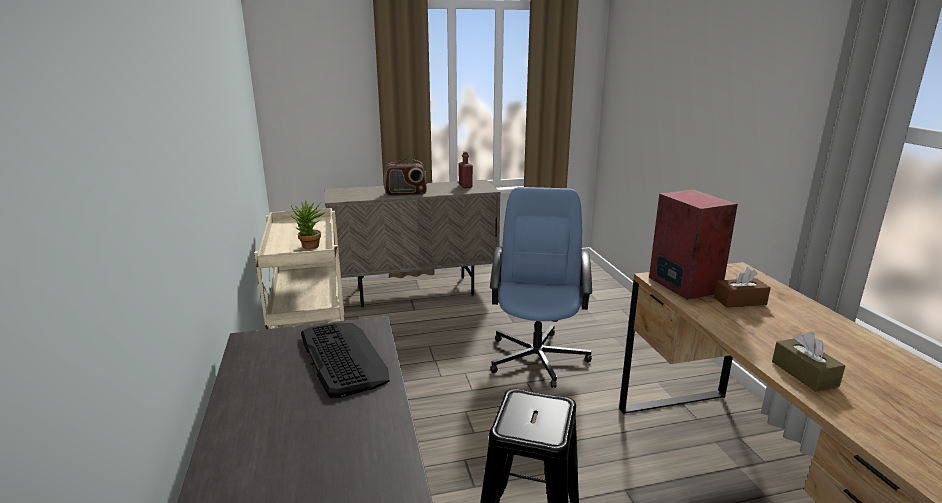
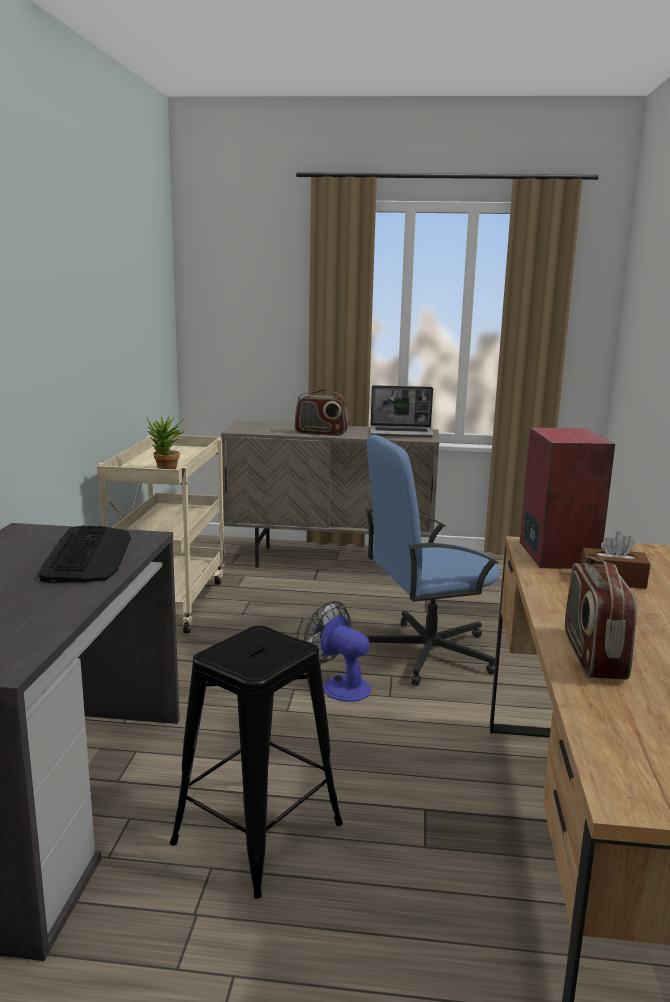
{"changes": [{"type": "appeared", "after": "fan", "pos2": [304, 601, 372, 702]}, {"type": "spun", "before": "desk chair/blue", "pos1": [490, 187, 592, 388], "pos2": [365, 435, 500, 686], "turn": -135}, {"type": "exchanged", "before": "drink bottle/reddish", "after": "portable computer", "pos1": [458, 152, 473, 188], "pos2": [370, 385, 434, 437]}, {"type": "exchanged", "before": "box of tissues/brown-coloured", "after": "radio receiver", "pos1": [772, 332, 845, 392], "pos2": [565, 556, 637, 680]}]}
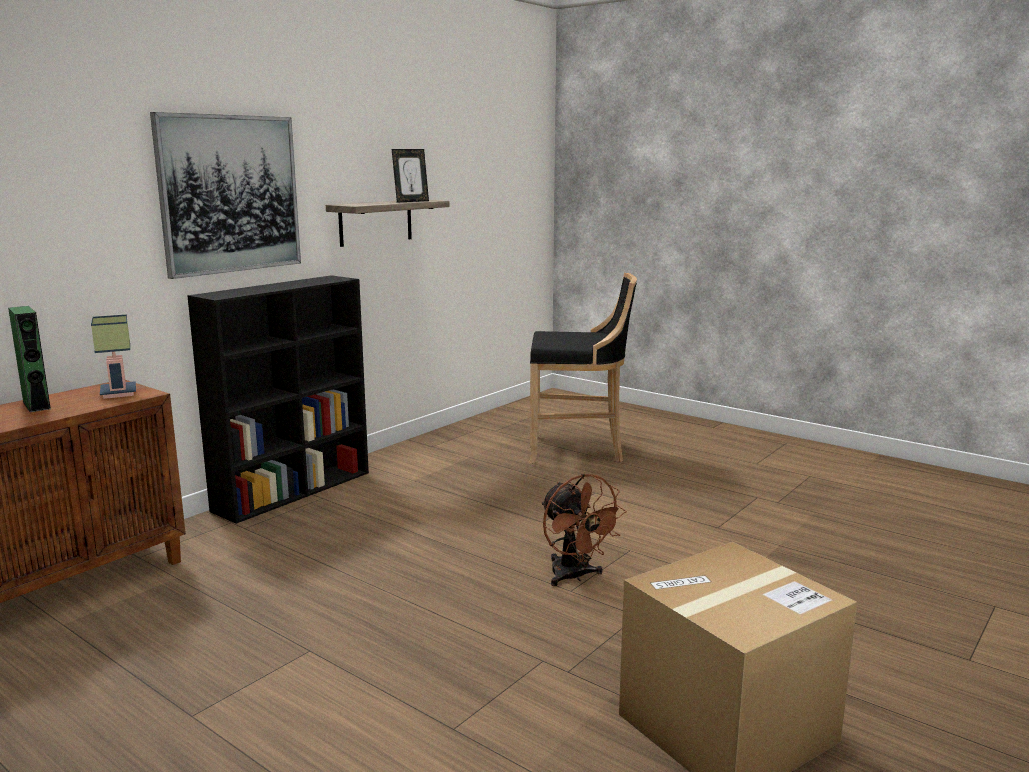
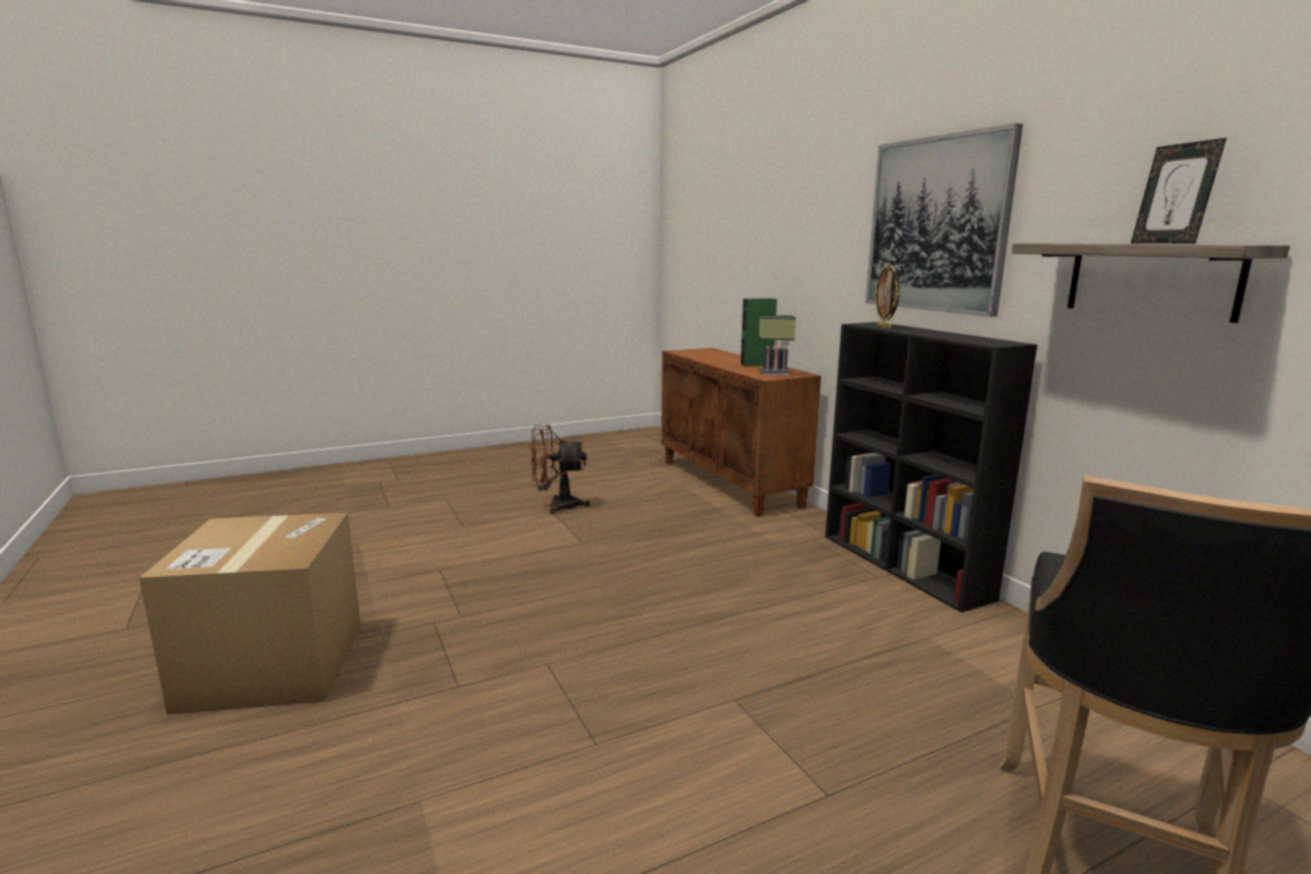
{"changes": [{"type": "relocated", "before": "fan/brown-coloured", "pos1": [541, 474, 626, 586], "pos2": [530, 425, 590, 514]}, {"type": "appeared", "after": "photo frame", "pos2": [874, 263, 900, 329]}]}
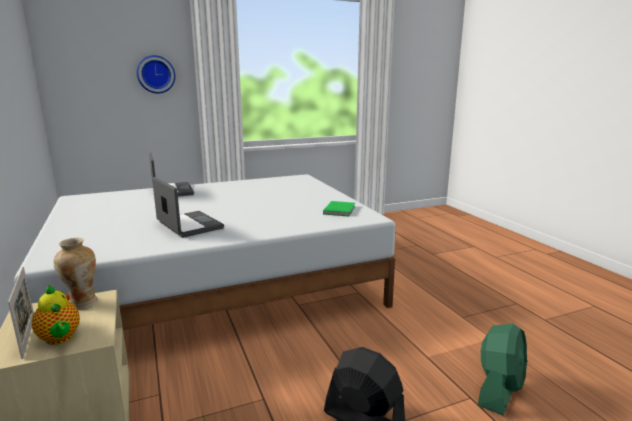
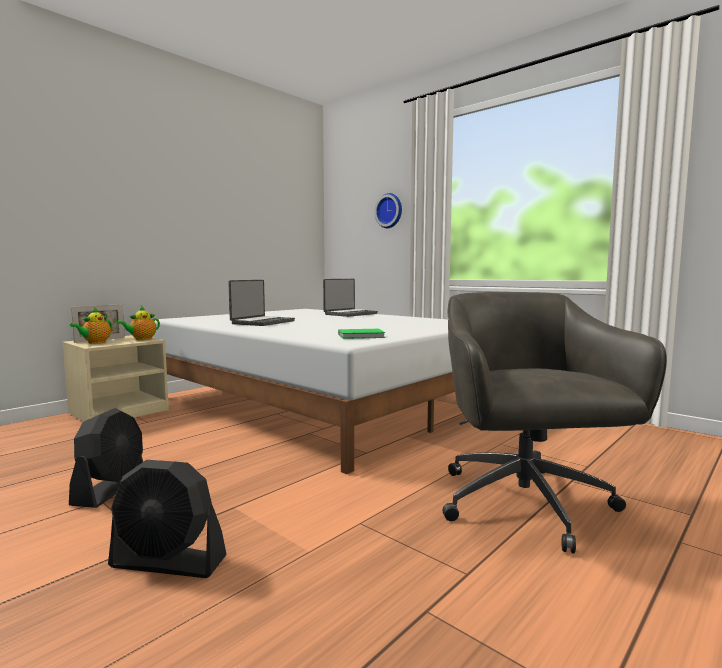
{"changes": [{"type": "colour", "before": "fan/green", "after": "fan/blackish", "pos1": [478, 324, 527, 416], "pos2": [108, 460, 227, 578]}, {"type": "exchanged", "before": "decorative vase", "after": "teapot", "pos1": [53, 238, 98, 310], "pos2": [116, 306, 160, 340]}, {"type": "appeared", "after": "desk chair/grey", "pos2": [442, 292, 667, 554]}]}
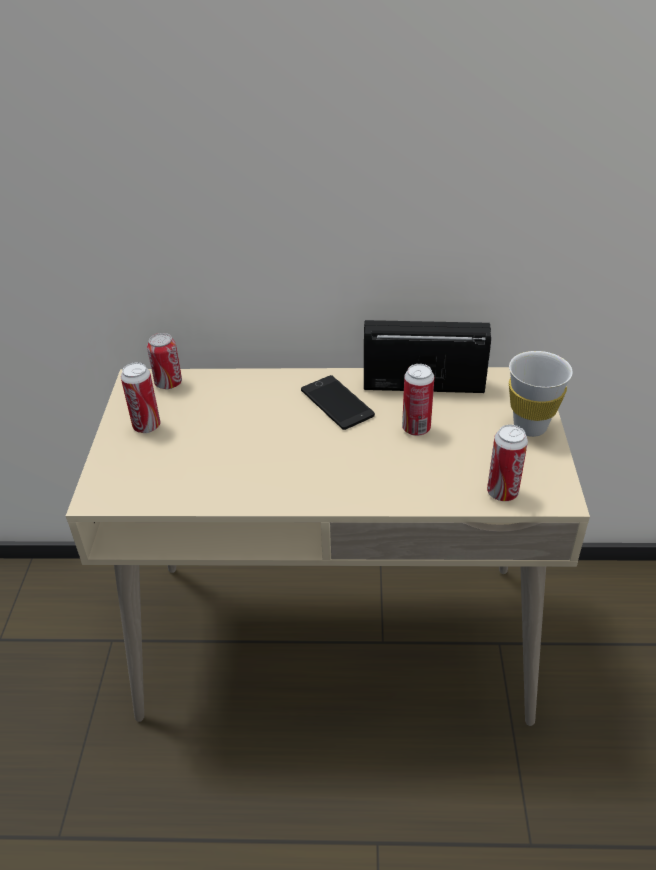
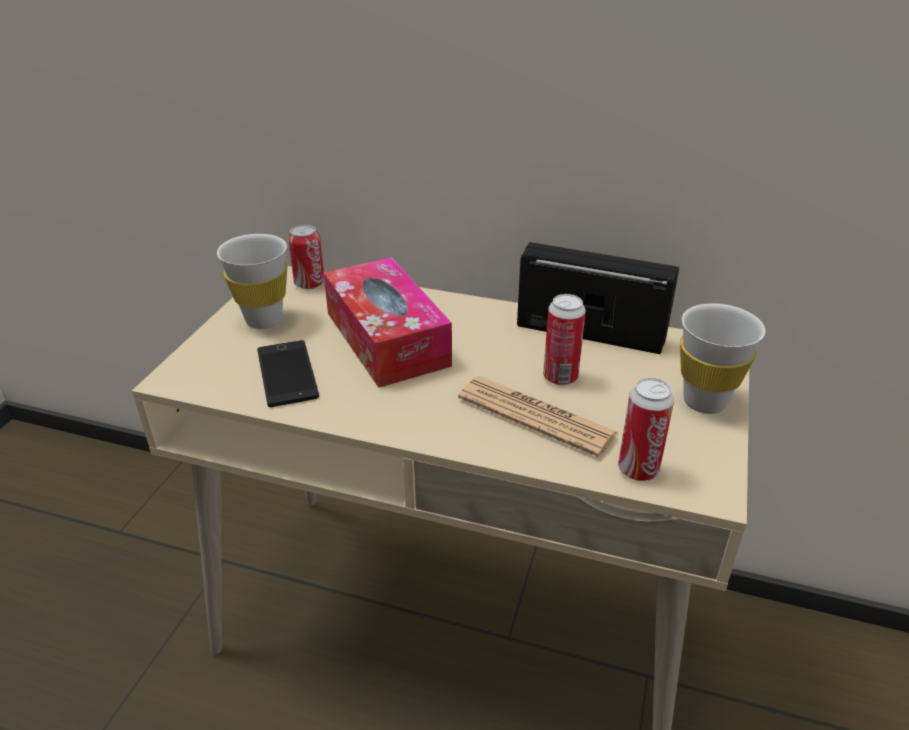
{"changes": [{"type": "exchanged", "before": "sealed can", "after": "cup/white", "pos1": [121, 362, 160, 433], "pos2": [217, 234, 287, 329]}, {"type": "relocated", "before": "telephone", "pos1": [301, 375, 375, 430], "pos2": [257, 340, 319, 407]}, {"type": "appeared", "after": "box of tissues", "pos2": [323, 257, 452, 388]}, {"type": "appeared", "after": "newspaper", "pos2": [458, 376, 619, 457]}]}
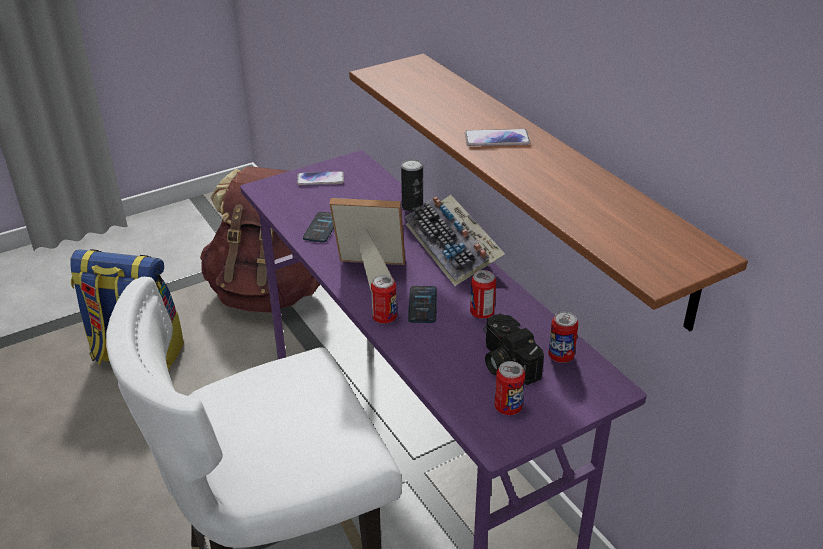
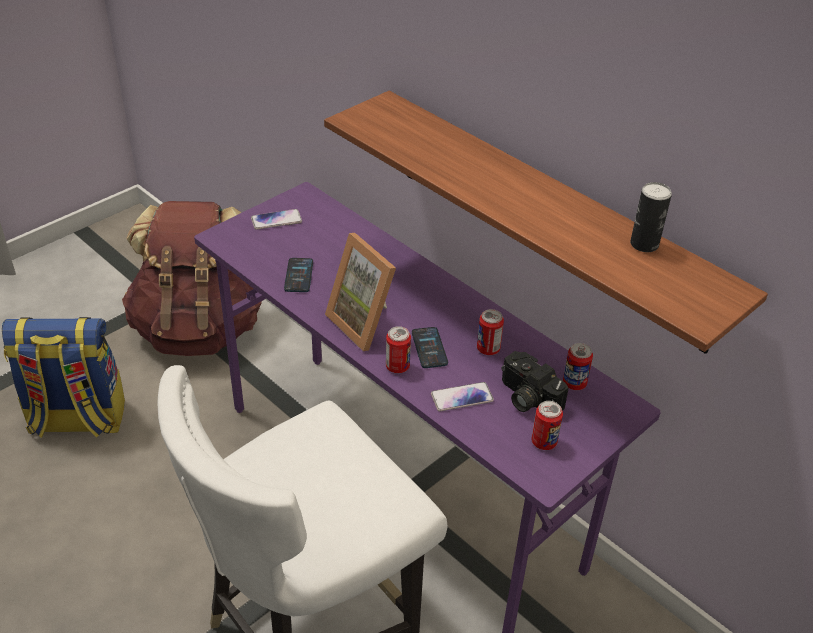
{"changes": [{"type": "spun", "before": "photo frame", "pos1": [330, 198, 405, 290], "pos2": [325, 233, 396, 351], "turn": -120}, {"type": "relocated", "before": "telephone", "pos1": [465, 129, 530, 146], "pos2": [431, 382, 494, 411]}, {"type": "relocated", "before": "sealed can", "pos1": [401, 159, 423, 212], "pos2": [630, 182, 672, 252]}, {"type": "missing", "before": "PC keyboard", "pos1": [405, 195, 505, 286]}]}
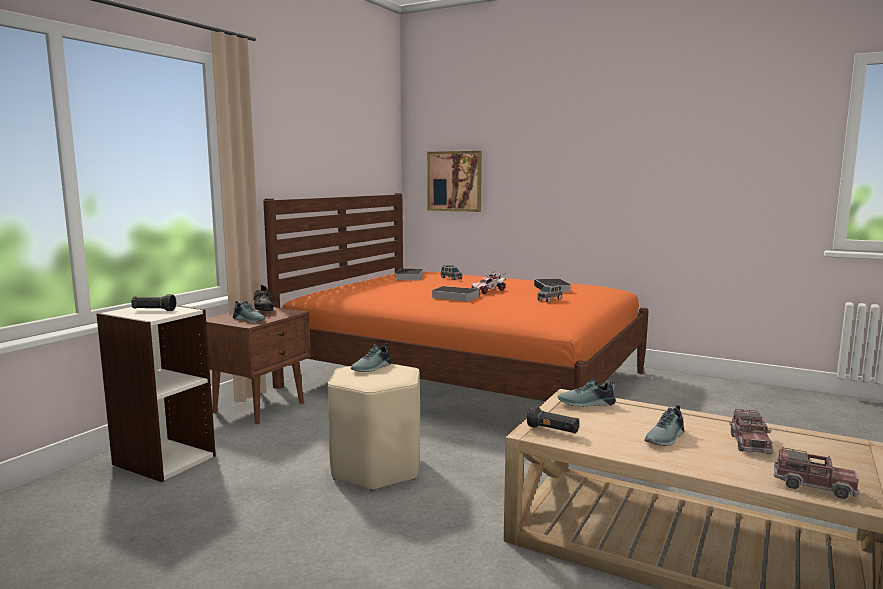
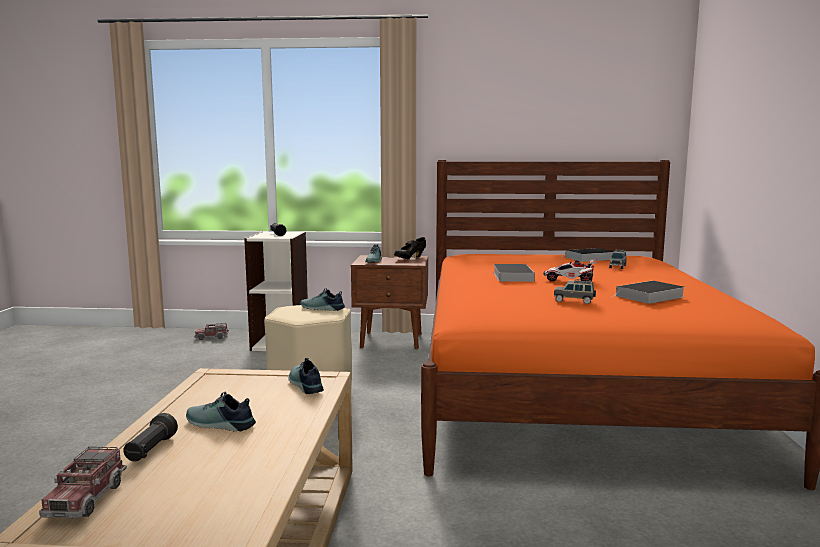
{"changes": [{"type": "relocated", "before": "torch/blackish", "pos1": [527, 406, 579, 434], "pos2": [124, 413, 178, 462]}, {"type": "relocated", "before": "toy truck", "pos1": [729, 409, 774, 454], "pos2": [195, 323, 229, 340]}, {"type": "missing", "before": "wall picture", "pos1": [427, 151, 482, 212]}]}
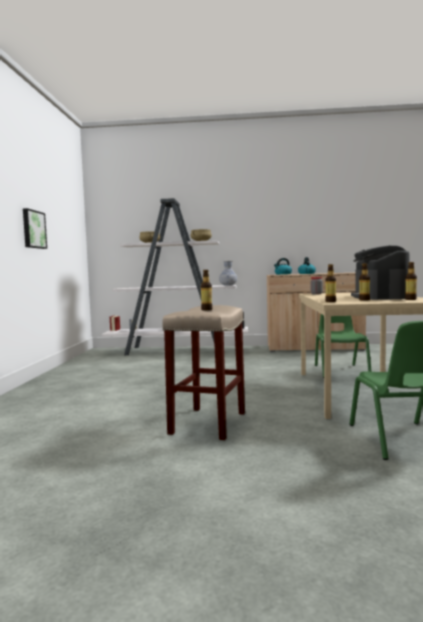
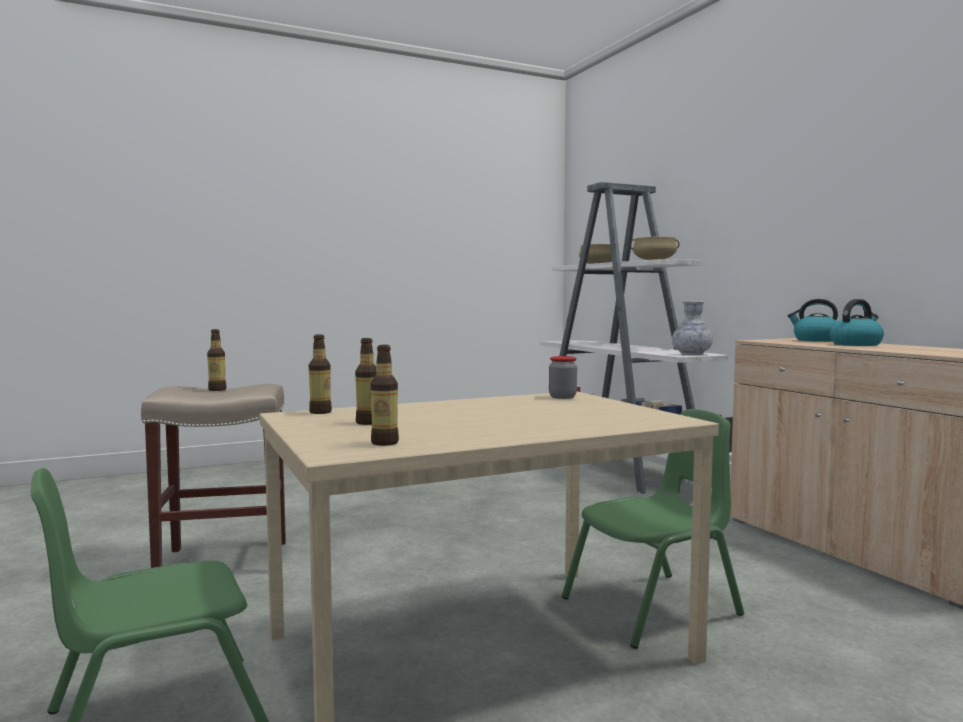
{"changes": [{"type": "missing", "before": "wall picture", "pos1": [23, 208, 47, 249]}, {"type": "missing", "before": "coffee brewer", "pos1": [351, 245, 410, 300]}]}
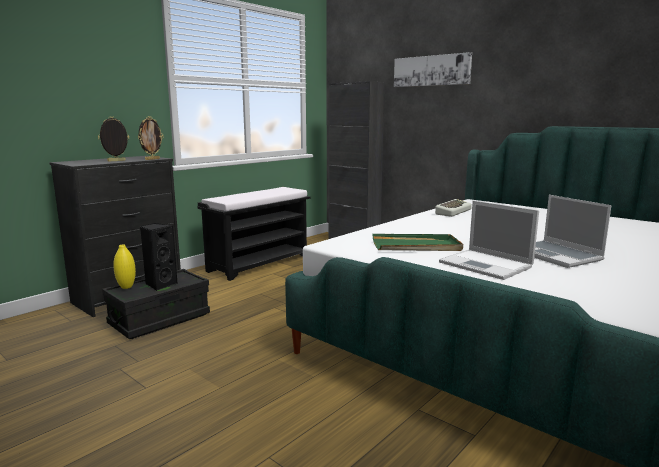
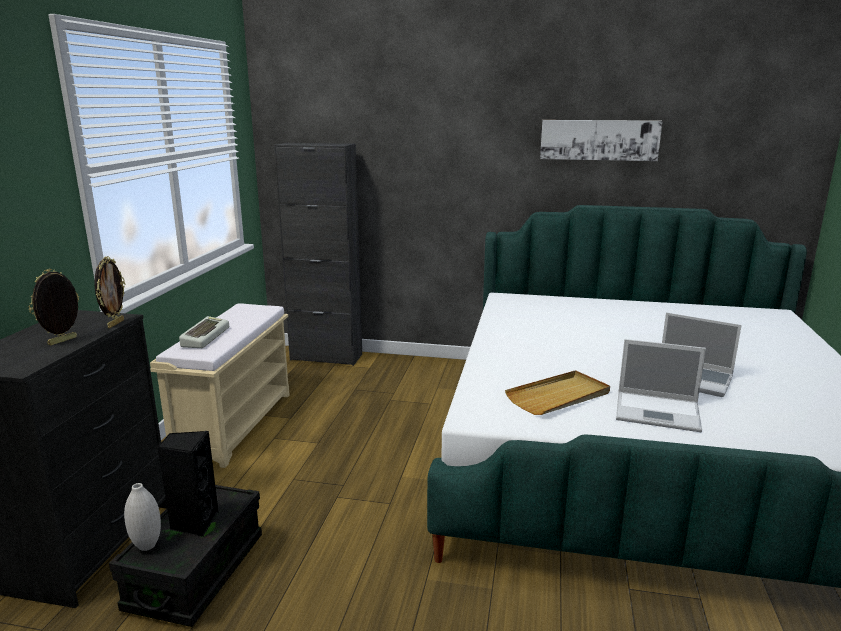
{"changes": [{"type": "colour", "before": "decorative vase/yellow", "after": "decorative vase/white", "pos1": [113, 245, 136, 289], "pos2": [124, 483, 161, 551]}, {"type": "colour", "before": "indoor bench/blackish", "after": "indoor bench/sand-coloured", "pos1": [197, 187, 311, 281], "pos2": [150, 303, 289, 468]}, {"type": "relocated", "before": "PC keyboard", "pos1": [435, 199, 472, 217], "pos2": [179, 316, 229, 348]}, {"type": "colour", "before": "serving tray/green", "after": "serving tray/sand-coloured", "pos1": [372, 234, 463, 251], "pos2": [505, 370, 610, 415]}, {"type": "relocated", "before": "wall picture", "pos1": [394, 52, 472, 87], "pos2": [540, 120, 662, 161]}]}
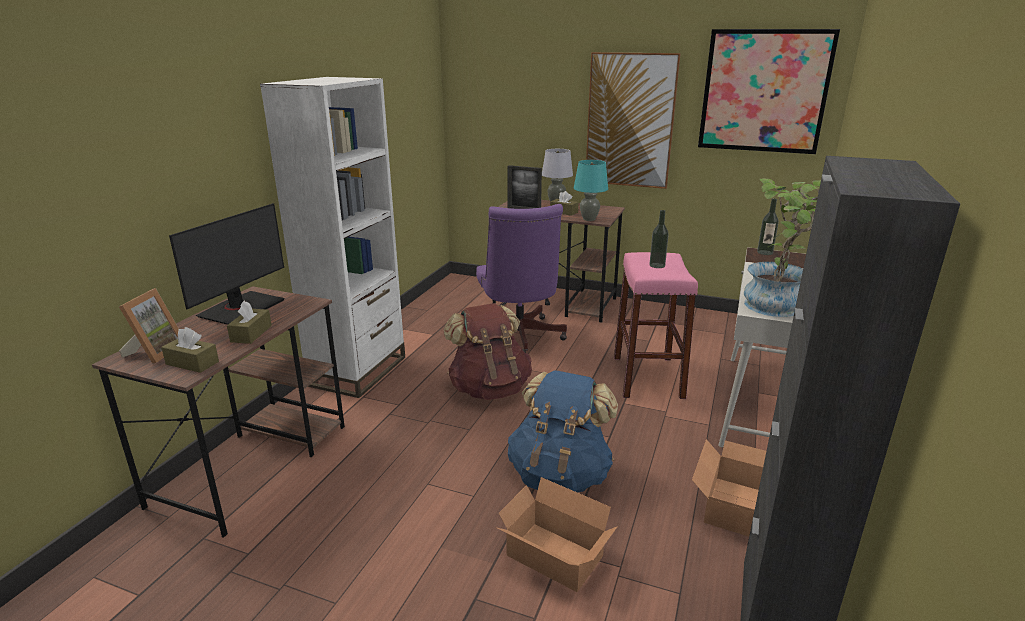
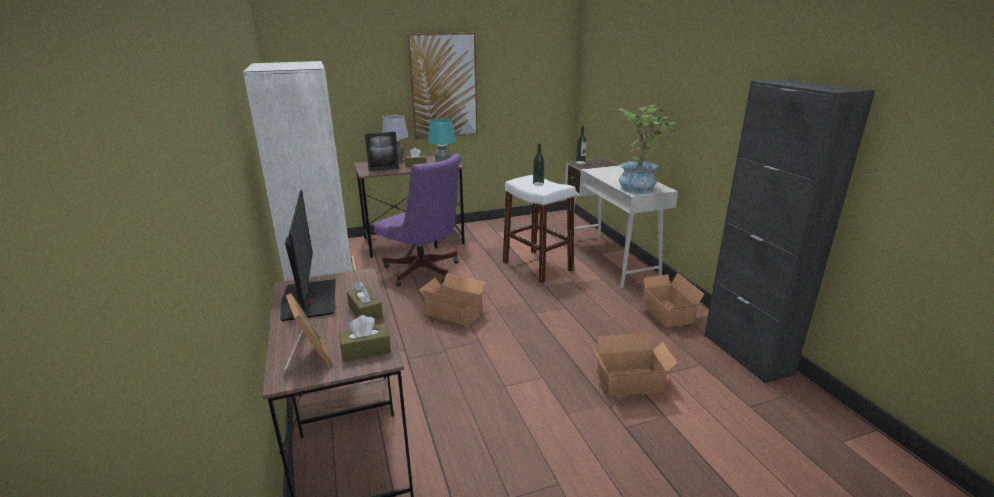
{"changes": [{"type": "exchanged", "before": "backpack/brown-coloured", "after": "cardboard box", "pos1": [443, 303, 532, 400], "pos2": [419, 273, 485, 326]}, {"type": "colour", "before": "stool seat/pinkish", "after": "stool seat/white", "pos1": [614, 252, 698, 399], "pos2": [503, 175, 576, 283]}, {"type": "missing", "before": "backpack/blue", "pos1": [508, 370, 618, 493]}, {"type": "missing", "before": "wall picture", "pos1": [698, 29, 840, 154]}]}
